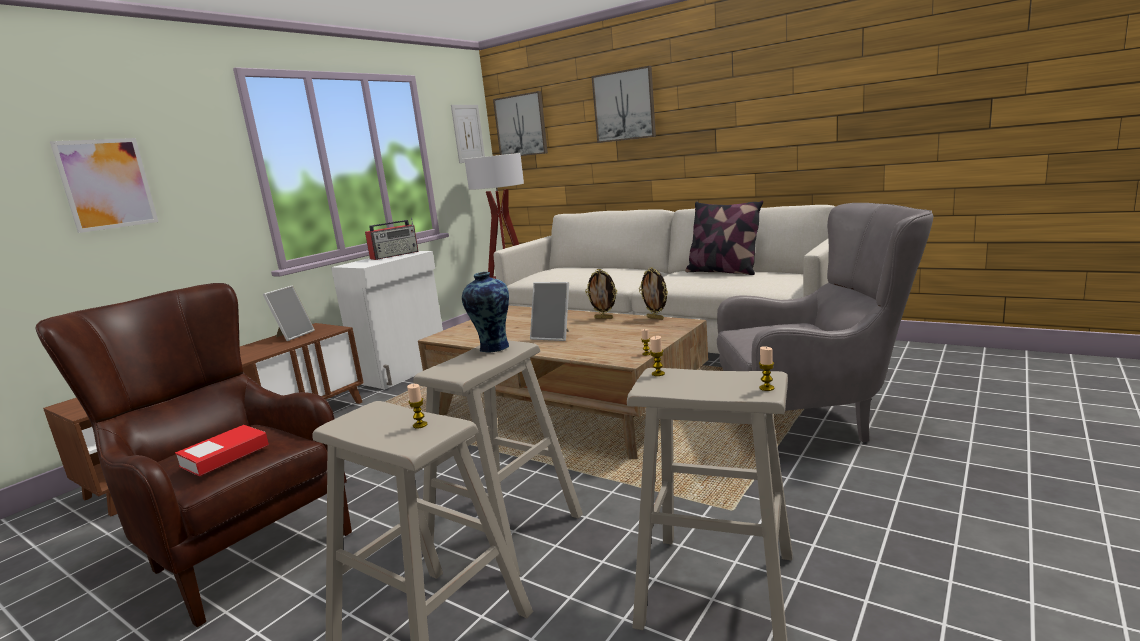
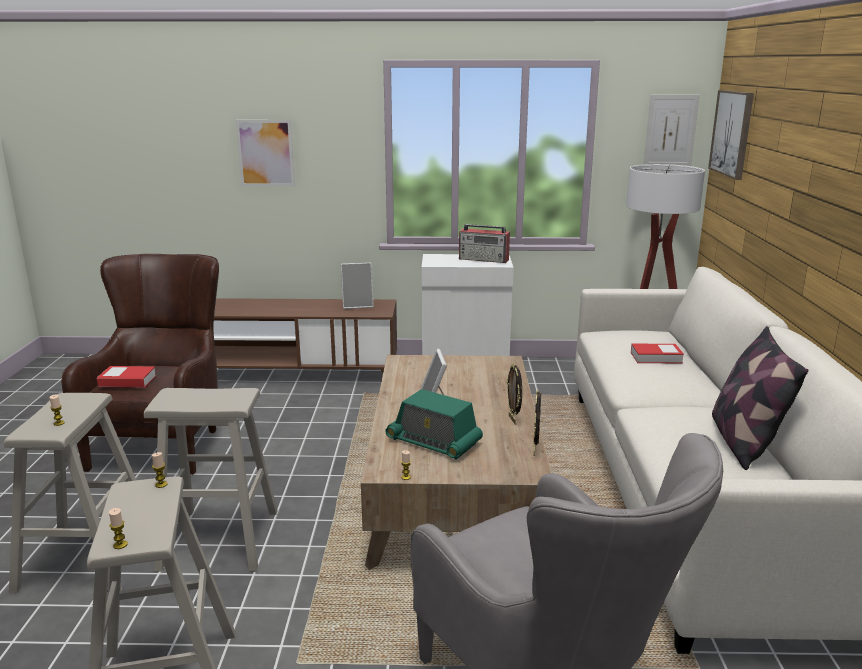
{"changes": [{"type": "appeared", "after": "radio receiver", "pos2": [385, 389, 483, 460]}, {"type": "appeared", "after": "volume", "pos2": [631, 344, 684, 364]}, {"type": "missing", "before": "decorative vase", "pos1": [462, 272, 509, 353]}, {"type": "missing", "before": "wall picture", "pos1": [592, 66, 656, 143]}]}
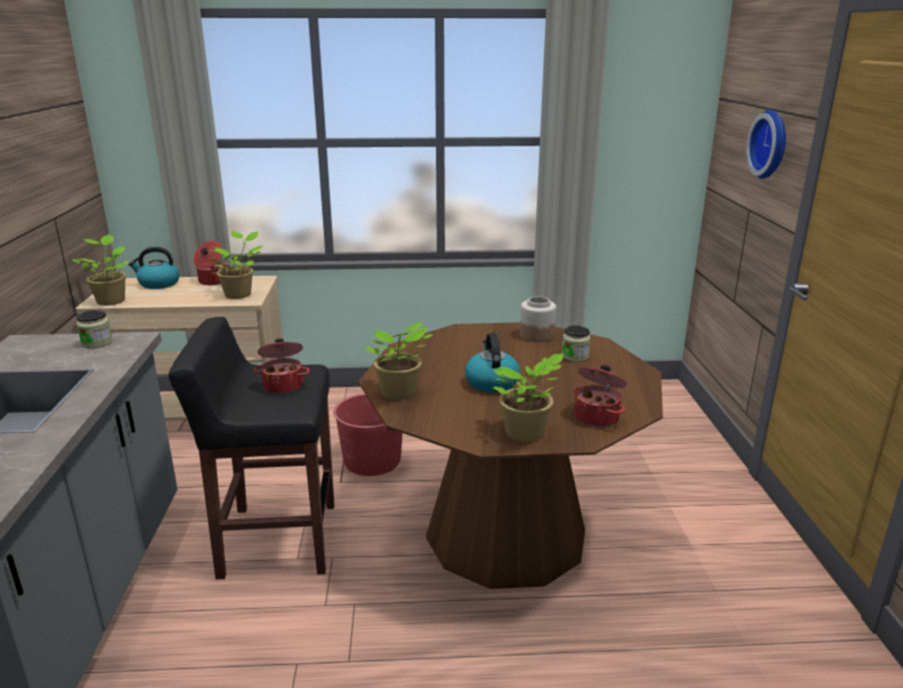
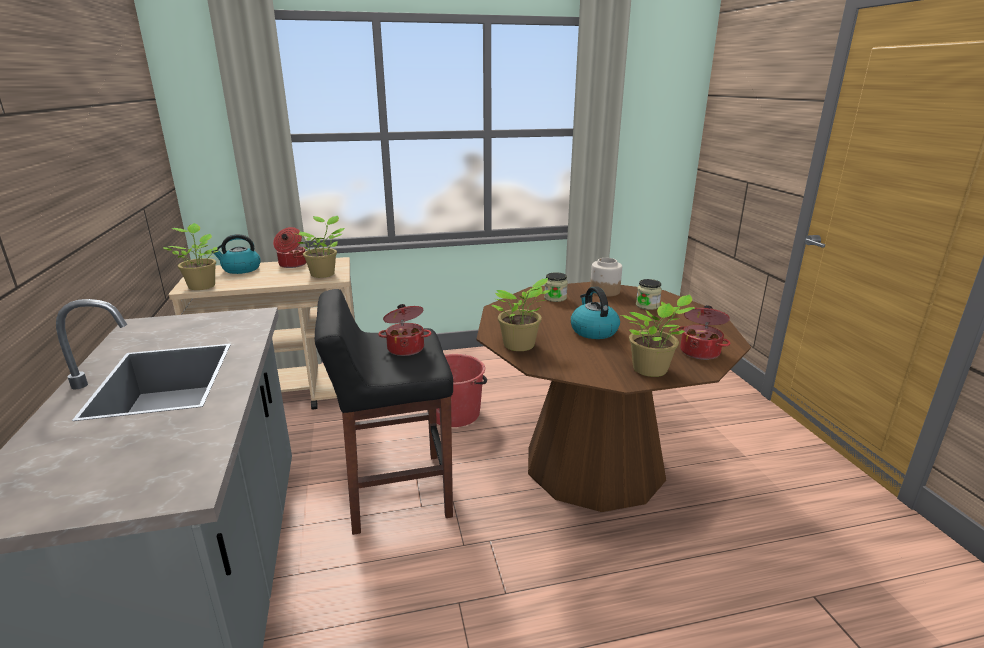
{"changes": [{"type": "relocated", "before": "preserve jar", "pos1": [77, 310, 112, 348], "pos2": [544, 272, 568, 302]}, {"type": "missing", "before": "hanging clock", "pos1": [746, 110, 786, 179]}]}
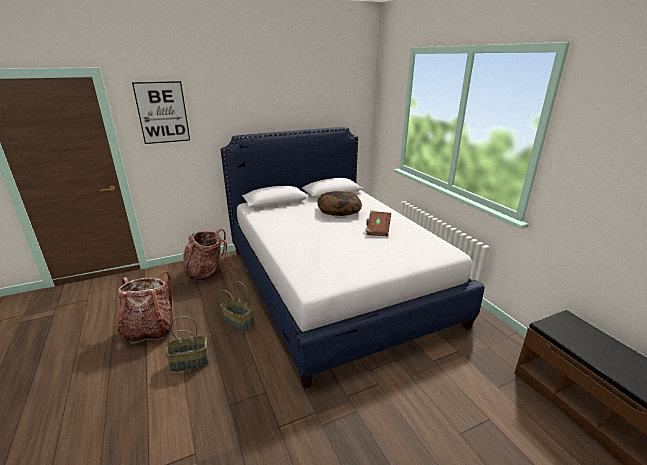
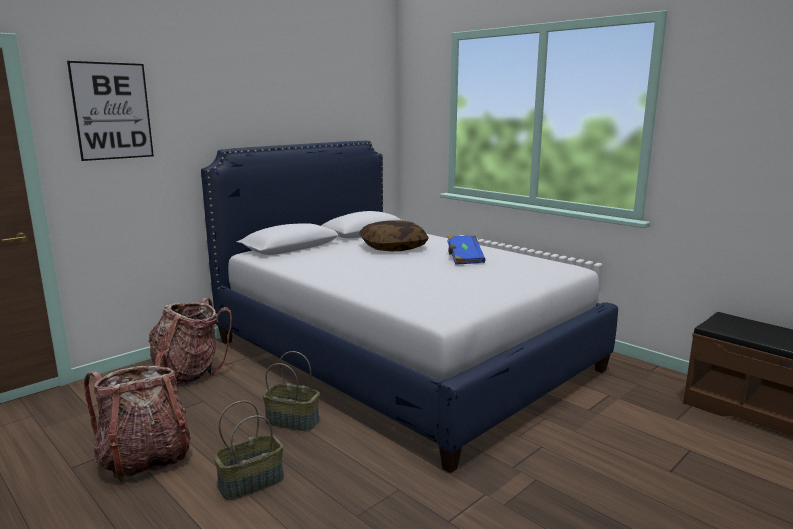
{"changes": [{"type": "colour", "before": "volume/brown-coloured", "after": "volume/blue", "pos1": [366, 211, 391, 236], "pos2": [447, 235, 485, 265]}]}
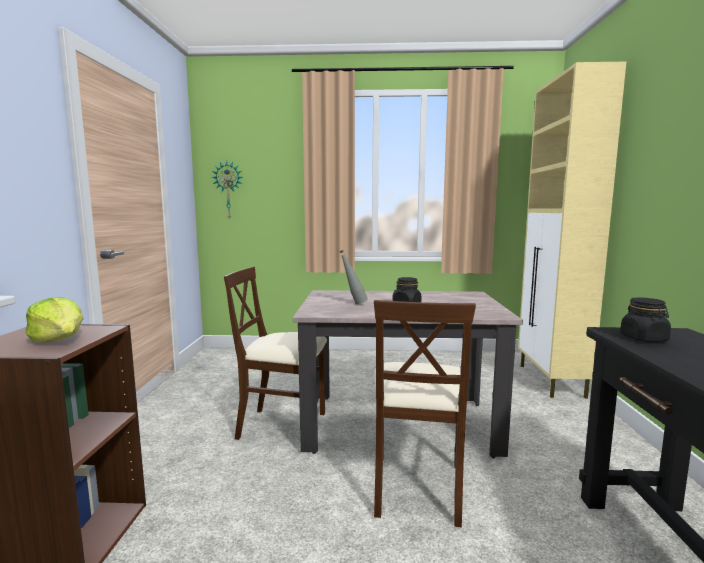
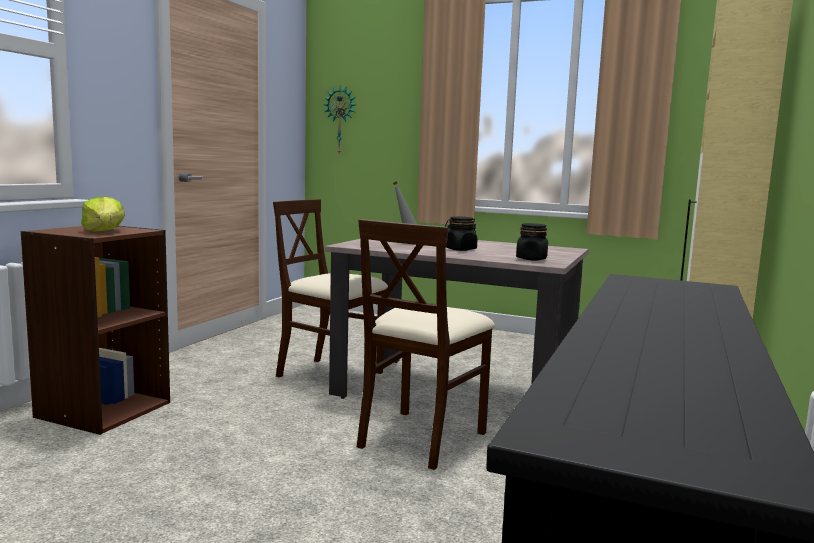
{"changes": [{"type": "relocated", "before": "preserve jar/blackish", "pos1": [620, 298, 671, 342], "pos2": [516, 223, 548, 261]}]}
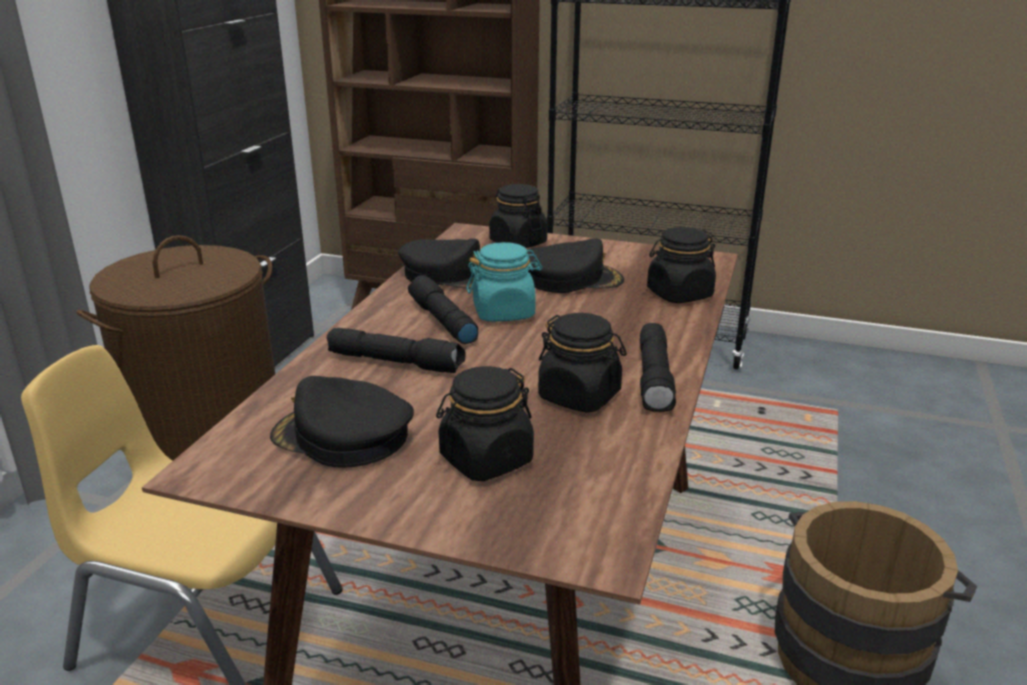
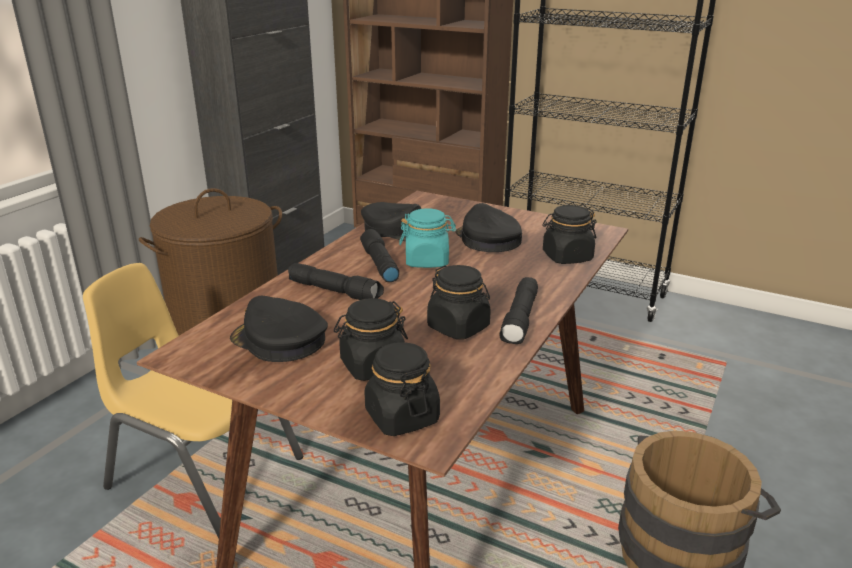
{"changes": [{"type": "relocated", "before": "preserve jar/blackish", "pos1": [489, 184, 548, 248], "pos2": [364, 342, 440, 436]}, {"type": "spun", "before": "cap/blackish", "pos1": [527, 238, 624, 293], "pos2": [456, 203, 522, 252], "turn": -120}]}
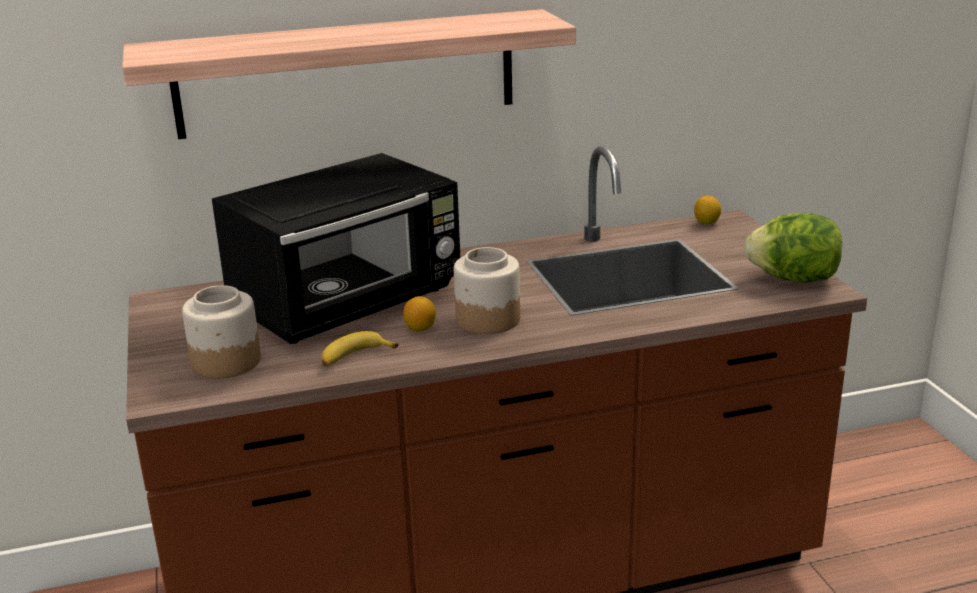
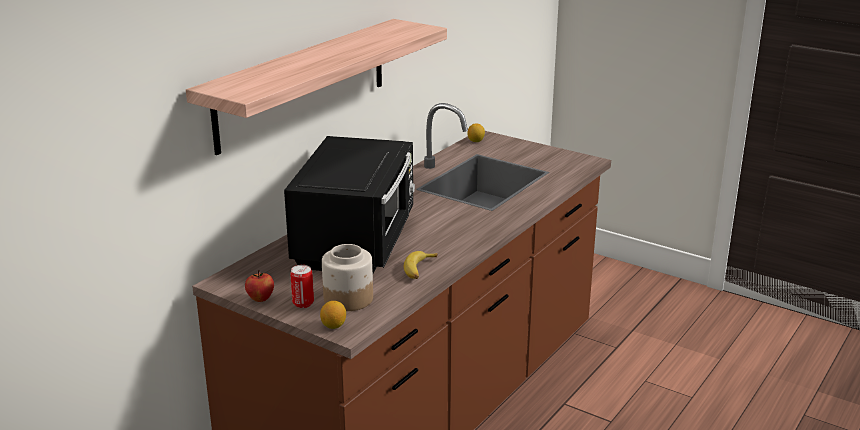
{"changes": [{"type": "appeared", "after": "apple", "pos2": [245, 270, 274, 302]}, {"type": "appeared", "after": "sealed can", "pos2": [290, 265, 314, 308]}, {"type": "relocated", "before": "lemon", "pos1": [403, 296, 436, 331], "pos2": [320, 301, 346, 329]}, {"type": "missing", "before": "preserve jar", "pos1": [454, 247, 520, 334]}, {"type": "missing", "before": "lettuce head", "pos1": [744, 213, 842, 283]}]}
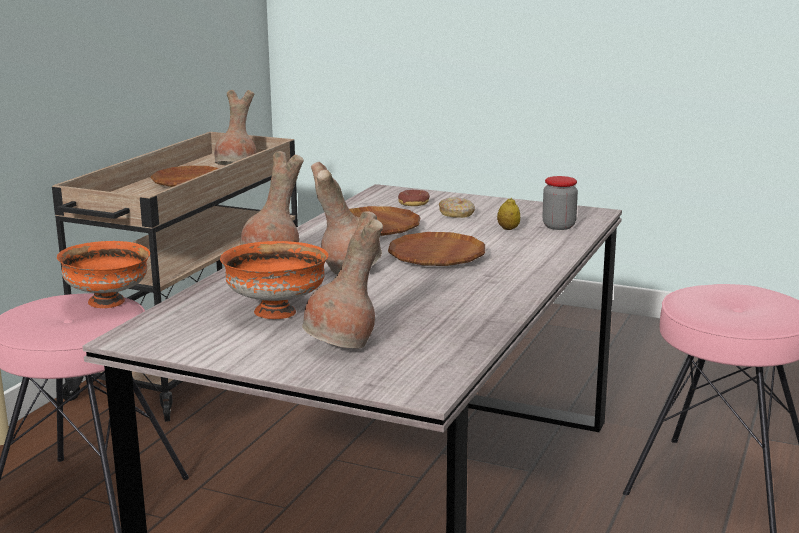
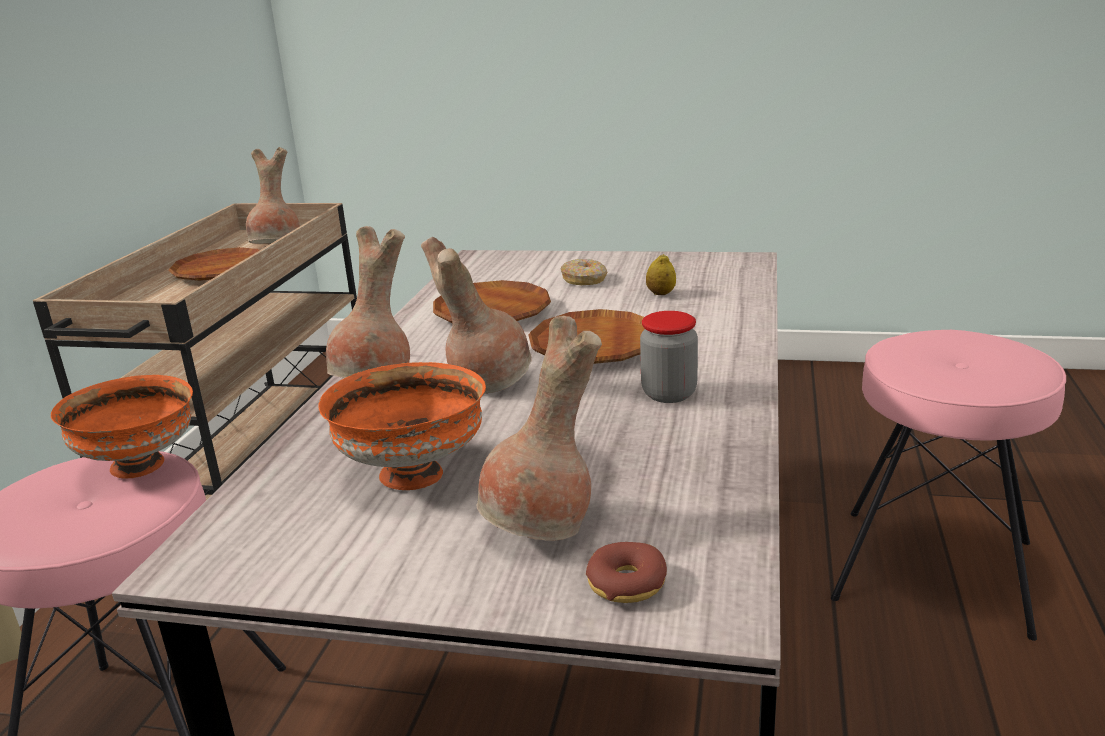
{"changes": [{"type": "relocated", "before": "donut", "pos1": [398, 190, 430, 206], "pos2": [586, 542, 667, 603]}, {"type": "relocated", "before": "preserve jar", "pos1": [542, 176, 578, 230], "pos2": [640, 311, 698, 403]}]}
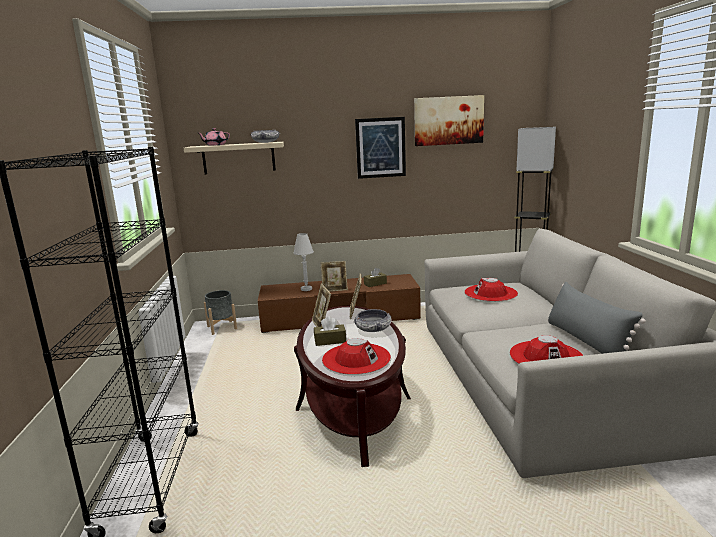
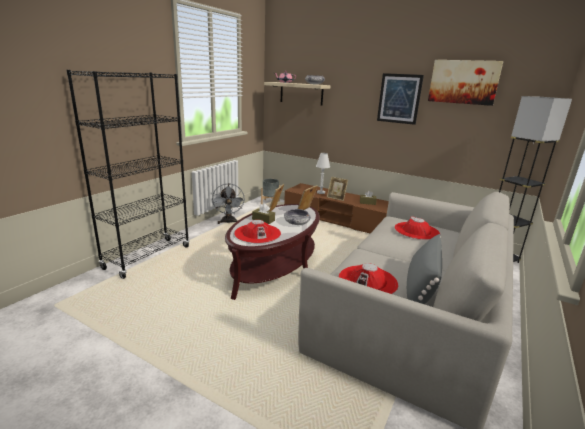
{"changes": [{"type": "appeared", "after": "fan/grey", "pos2": [212, 183, 245, 224]}]}
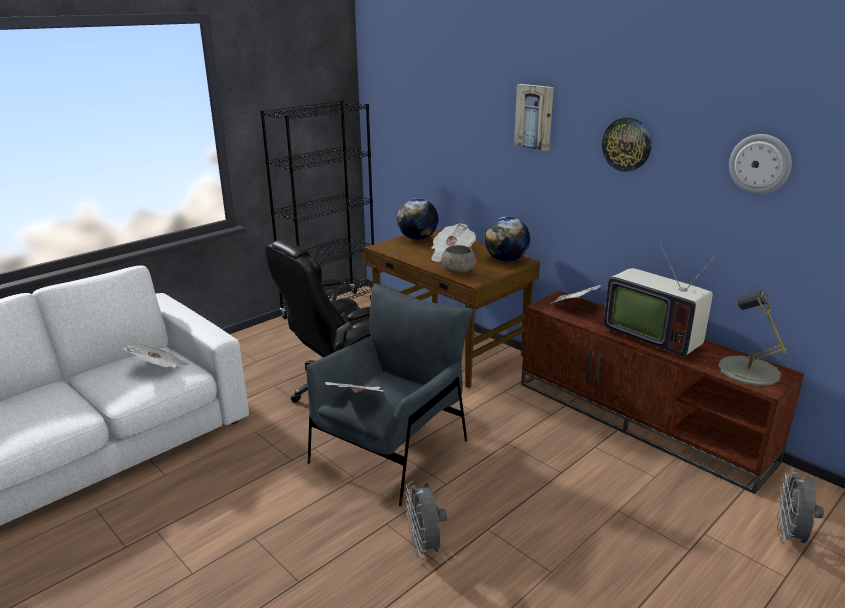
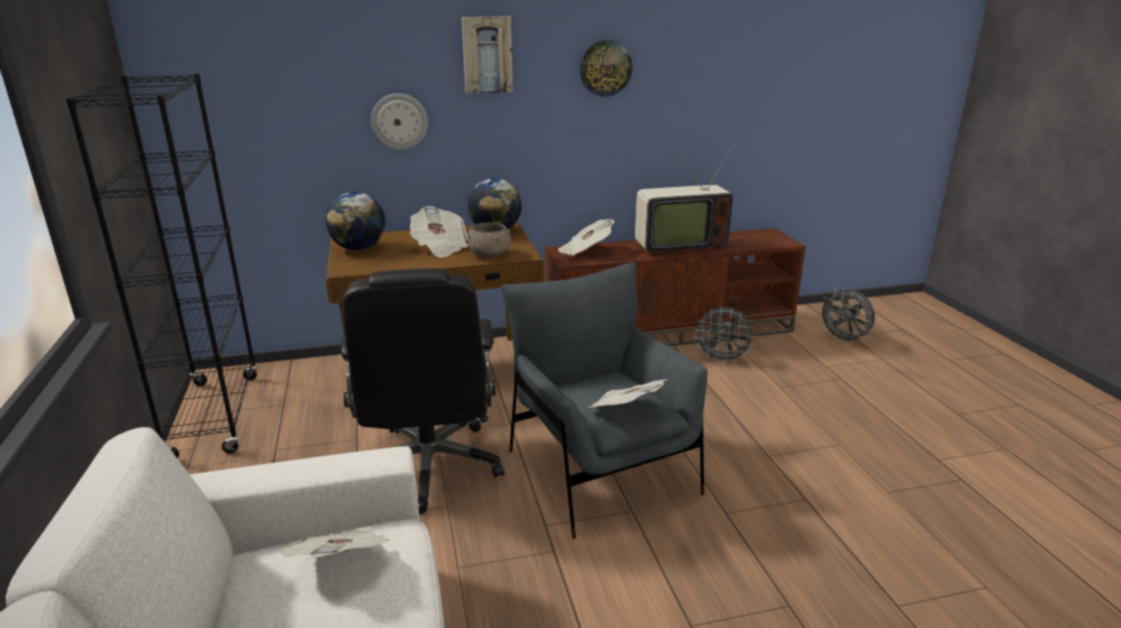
{"changes": [{"type": "relocated", "before": "hanging clock", "pos1": [729, 134, 792, 194], "pos2": [371, 93, 428, 150]}, {"type": "relocated", "before": "fan/grey", "pos1": [405, 481, 447, 558], "pos2": [693, 307, 756, 364]}, {"type": "missing", "before": "lamp for a table/grey", "pos1": [718, 290, 787, 386]}]}
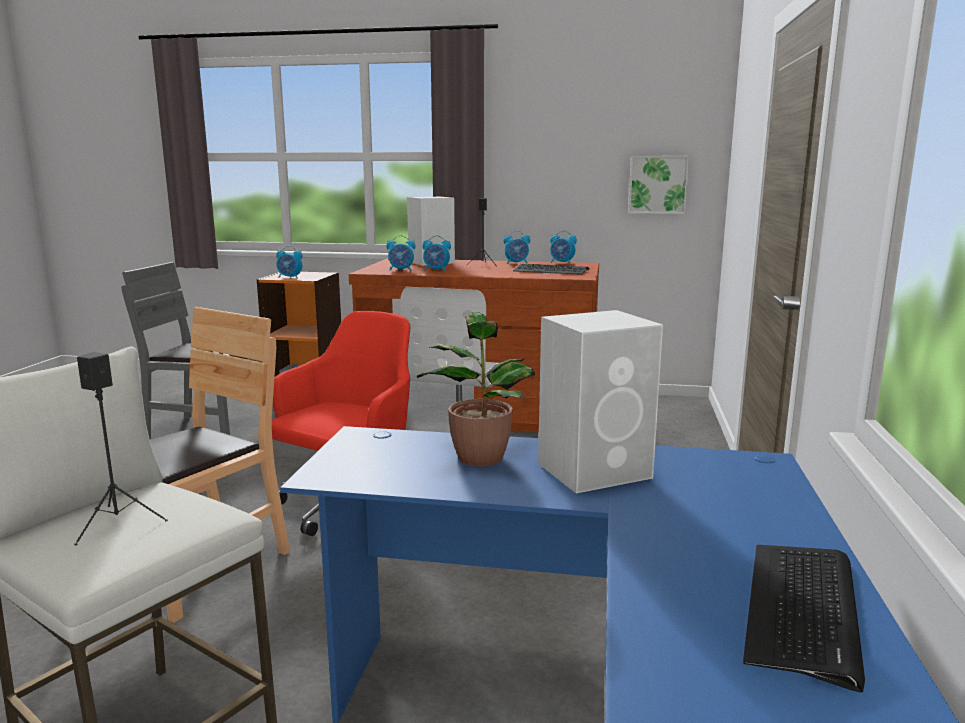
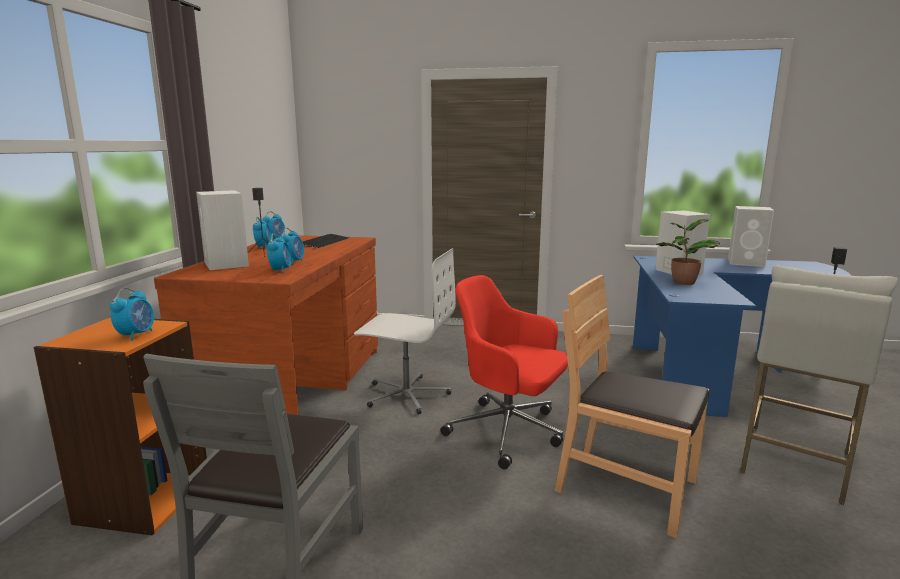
{"changes": [{"type": "exchanged", "before": "PC keyboard", "after": "loudspeaker/white", "pos1": [743, 545, 865, 692], "pos2": [728, 206, 774, 267]}, {"type": "missing", "before": "wall picture", "pos1": [628, 156, 690, 214]}]}
